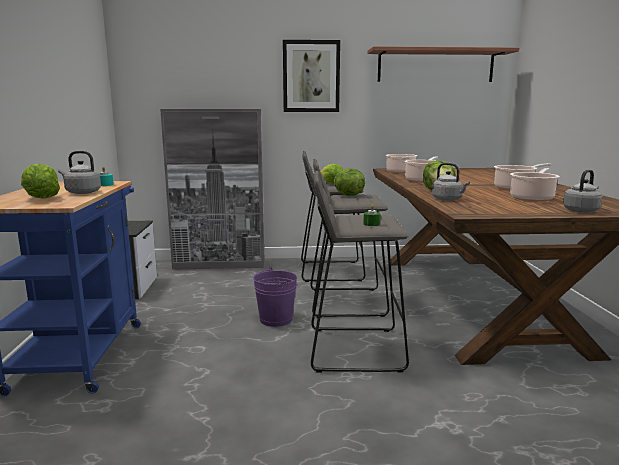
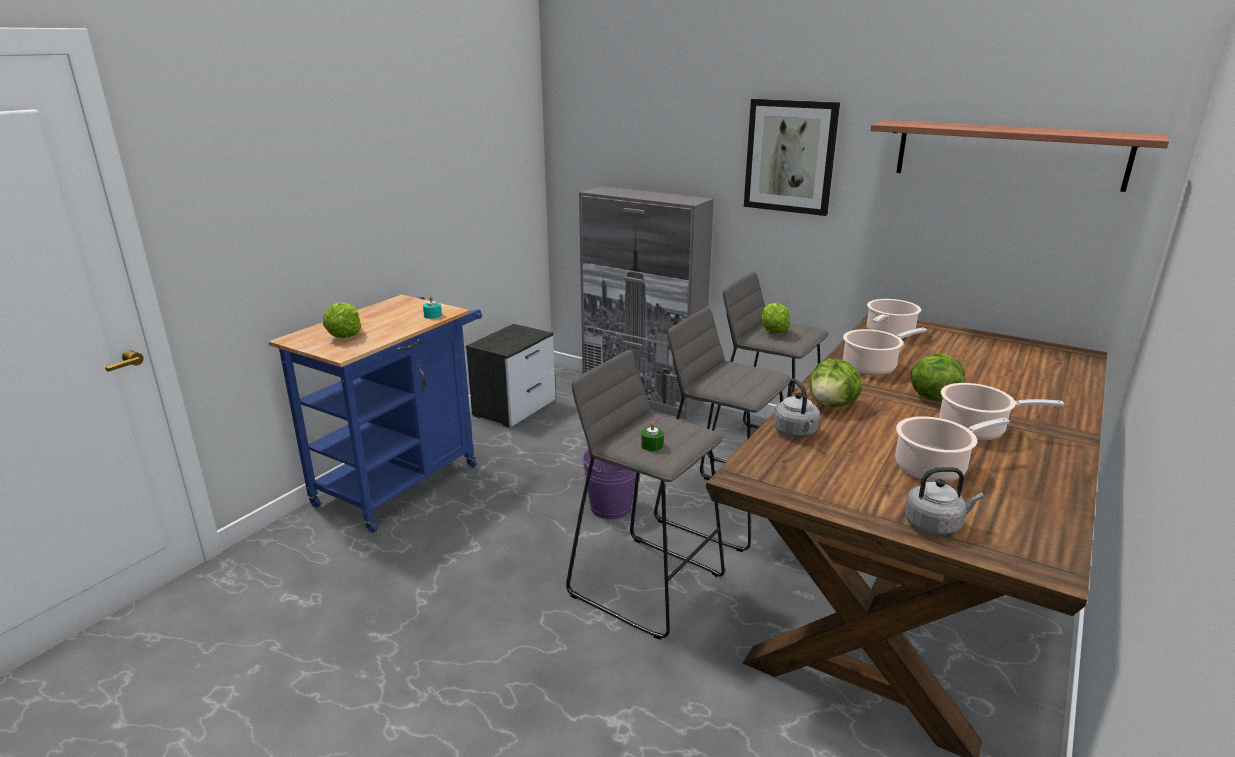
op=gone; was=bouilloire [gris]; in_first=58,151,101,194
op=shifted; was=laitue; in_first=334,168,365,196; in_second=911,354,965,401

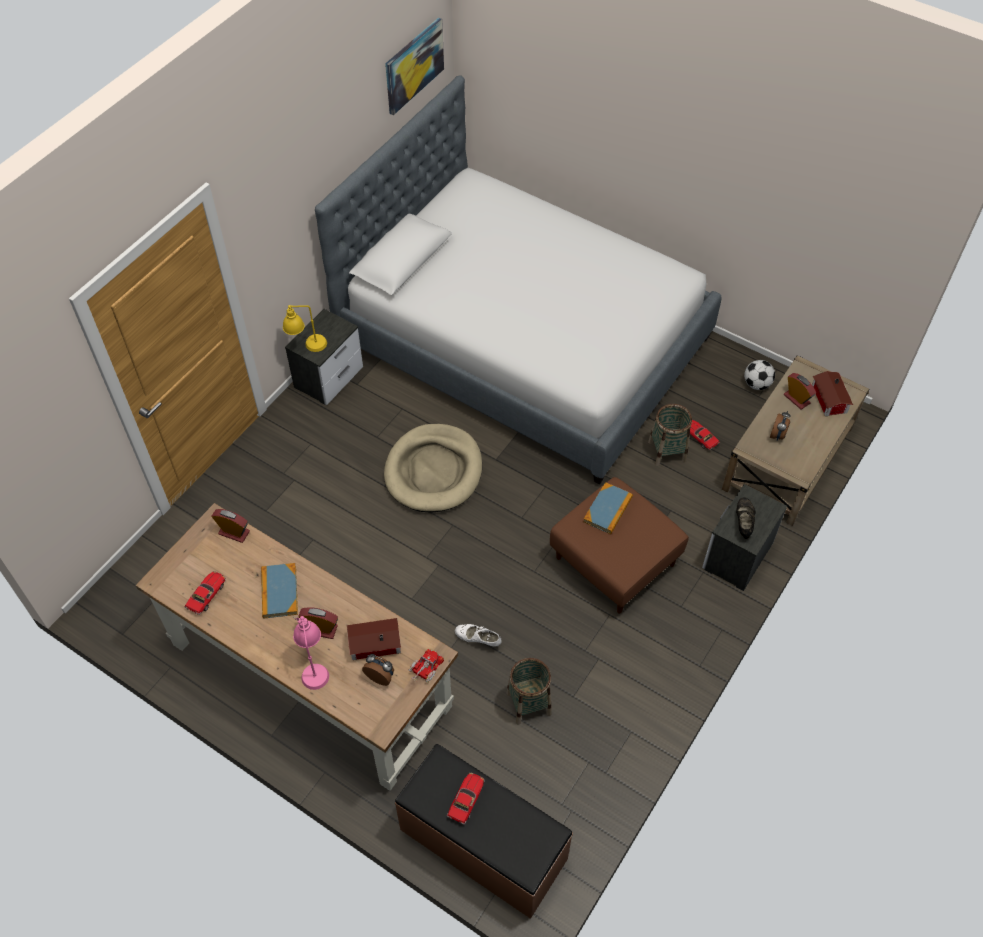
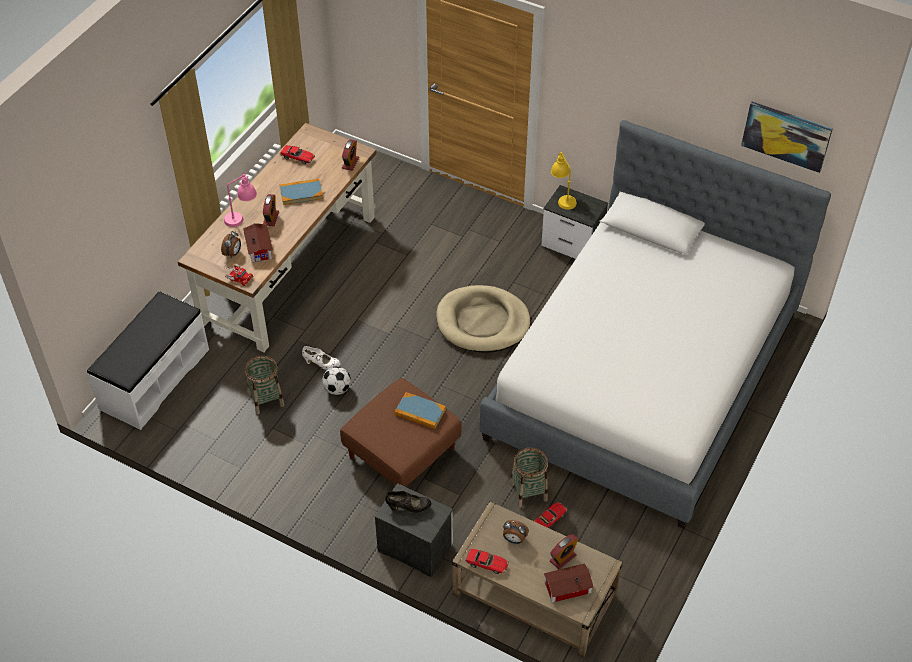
op=shifted; was=ballon de foot; in_first=744,360,775,390; in_second=322,366,351,395
op=rotated; was=chaussure [blanc]; in_first=455,624,501,646; in_second=302,346,340,370; clockwise=90
op=repainted; was=banc [marron]; now=banc [blanc]; in_first=395,744,573,919; in_second=87,291,209,430
op=shifted; was=petite voiture; in_first=447,773,485,825; in_second=465,548,509,574

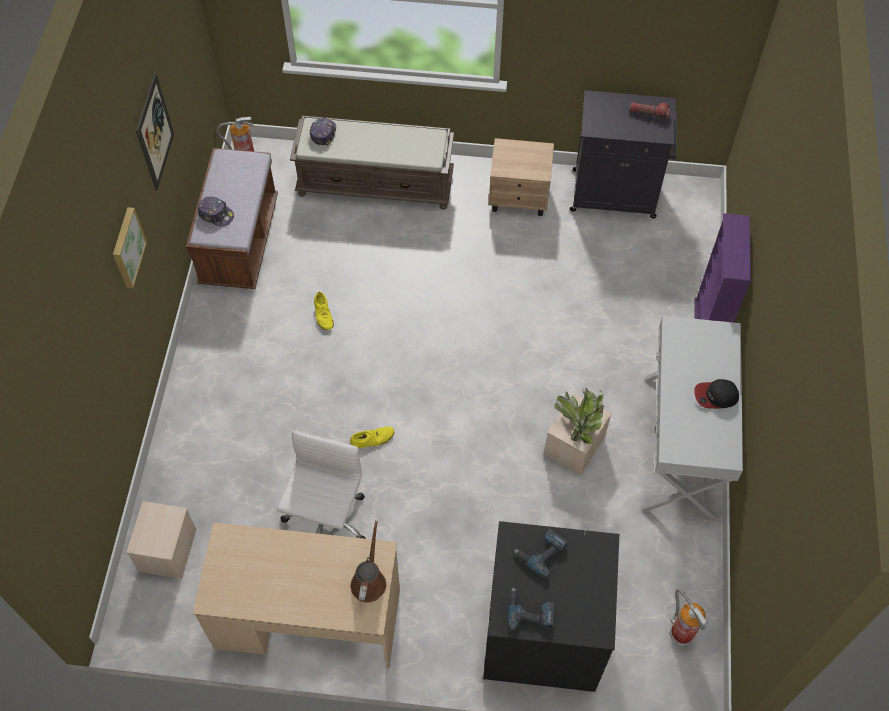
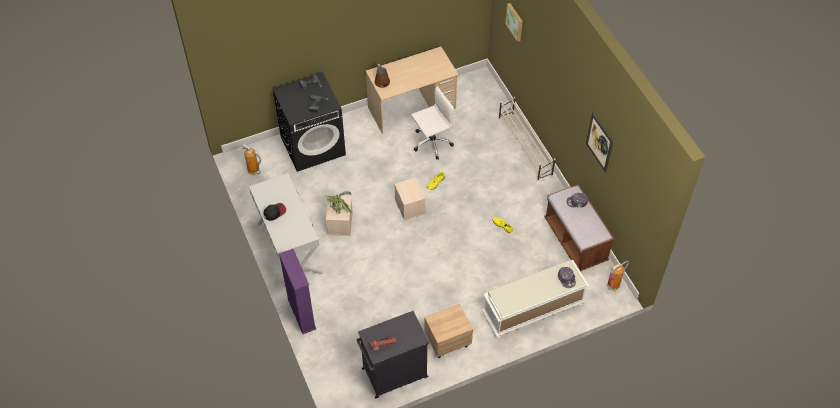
op=repainted; was=banc [marron]; now=banc [blanc]; in_first=290,116,454,210; in_second=482,260,589,338
op=shifted; was=tableau; in_first=113,207,147,288; in_second=505,3,523,42
op=rotated; was=chaise de bureau [blanc]; in_first=277,430,366,539; in_second=411,86,454,160; clockwise=-105
op=shifted; was=boîte de rangement [beige]; in_first=126,501,197,579; in_second=394,178,426,221
op=new; now=étagère à chaussures [beige]; in_second=499,97,555,181

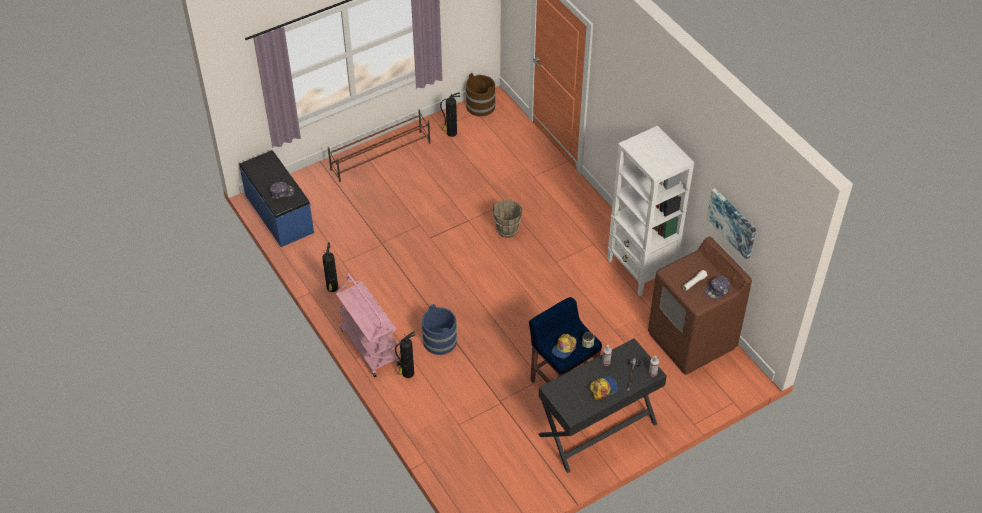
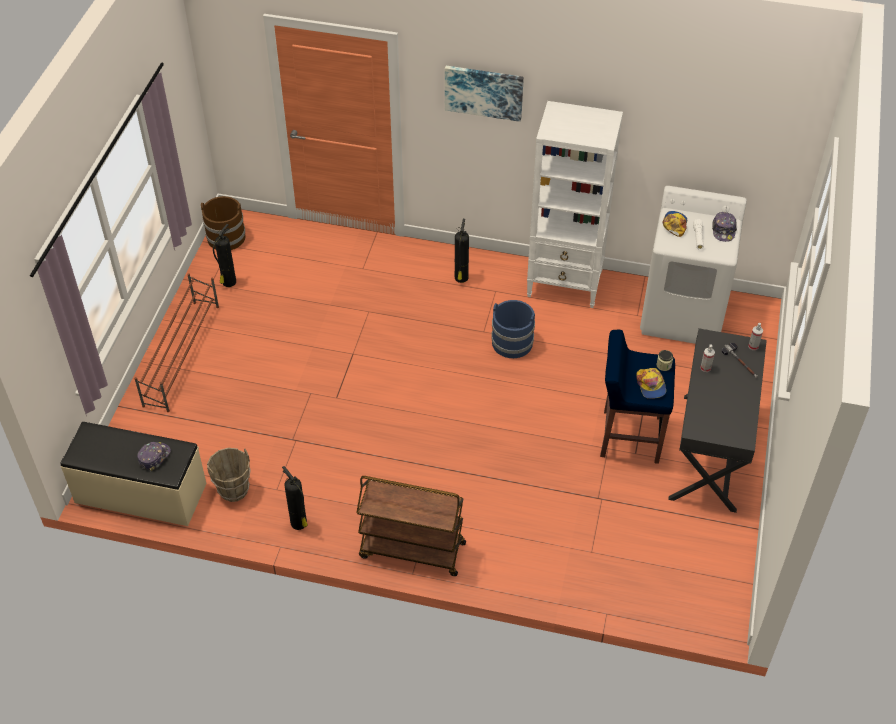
op=repainted; was=banc [bleu]; now=banc [beige]; in_first=239,150,314,247; in_second=60,422,207,526
op=shifted; was=tableau; in_first=707,188,756,260; in_second=445,66,524,122
op=shifted; was=seau [marron]; in_first=493,200,523,238; in_second=207,448,251,502
op=repainted; was=lave-linge [marron]; now=lave-linge [blanc]; in_first=648,236,752,375; in_second=640,186,747,344
op=repainted; was=chariot [rose]; now=chariot [marron]; in_first=336,273,400,377; in_second=356,476,466,576
op=shifted; was=seau [bleu]; in_first=422,304,457,355; in_second=491,300,535,358
op=shifted; was=extincteur; in_first=395,331,415,378; in_second=455,219,469,283
op=shifted; was=casquette; in_first=590,377,618,400; in_second=662,211,687,237

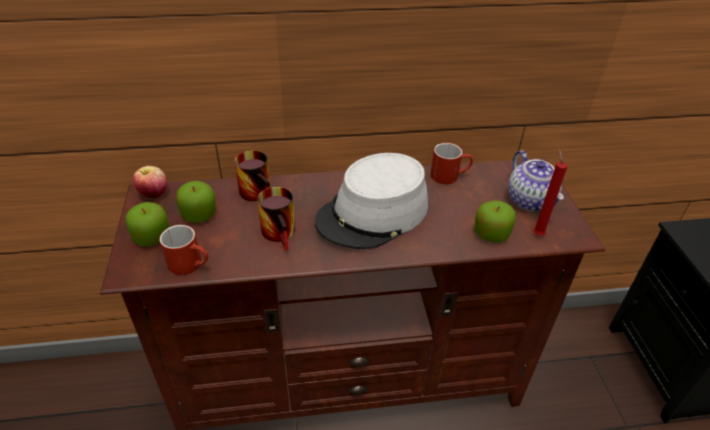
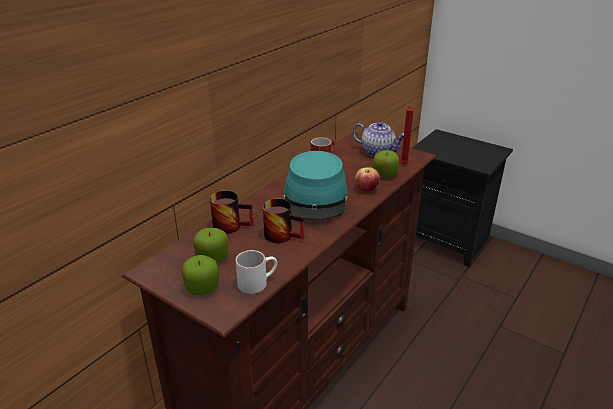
op=repainted; was=chapeau [gris]; now=chapeau [turquoise]; in_first=315,153,428,249; in_second=284,151,348,220
op=shifted; was=pomme; in_first=133,166,167,198; in_second=355,167,380,192
op=repainted; was=mug [rouge]; now=mug [blanc]; in_first=159,225,208,275; in_second=235,250,277,294

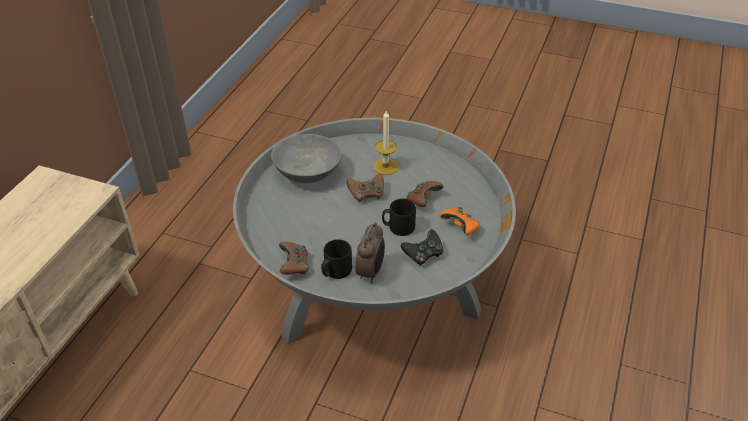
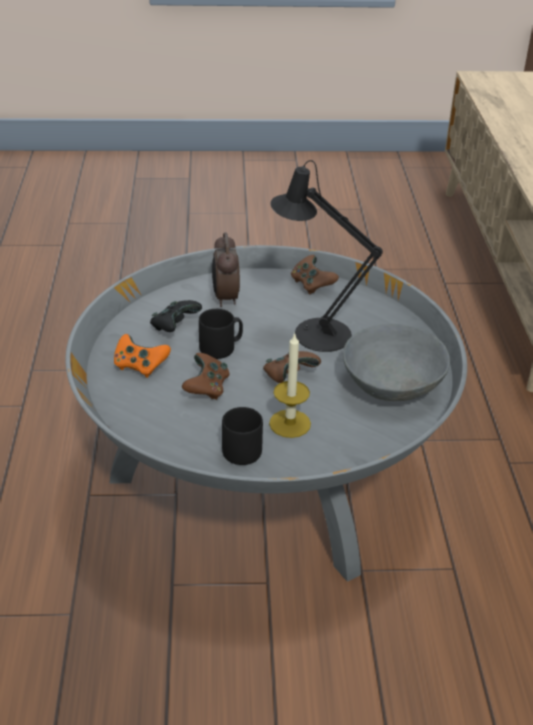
op=shifted; was=mug [noir]; in_first=321,239,352,279; in_second=222,407,263,465
op=new; now=lampe de table [noir]; in_second=270,160,383,352

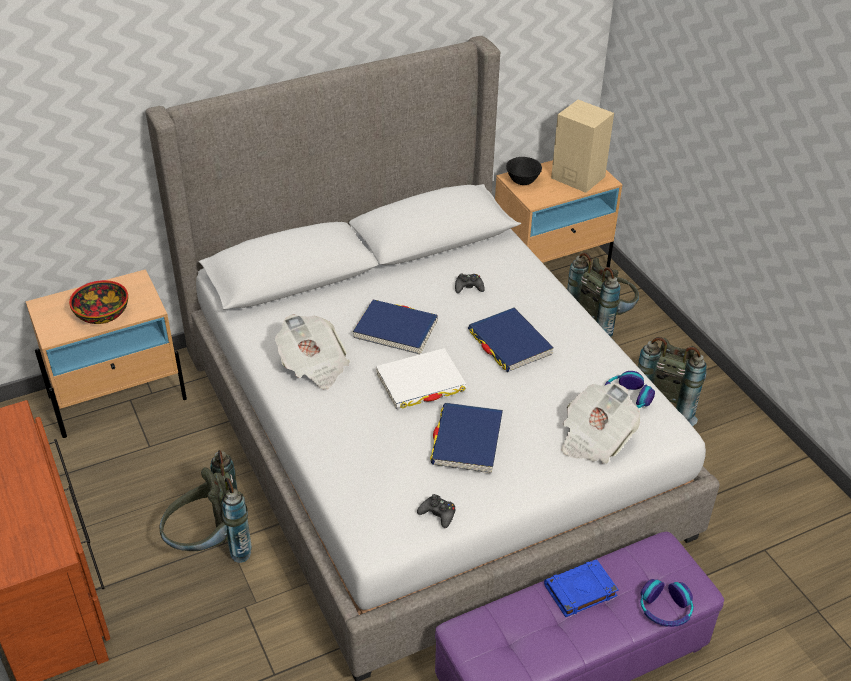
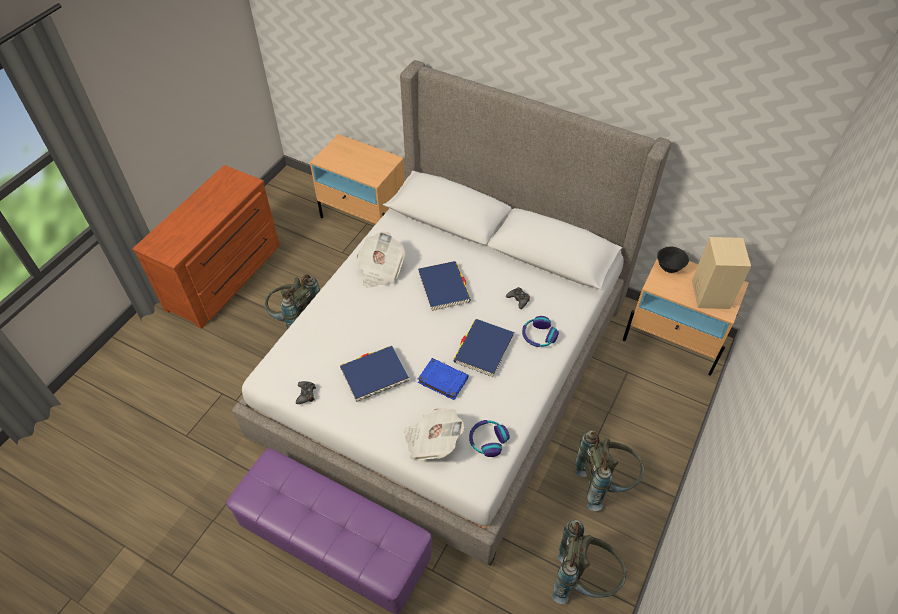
op=shifted; was=sac à dos [gris]; in_first=567,253,639,337; in_second=552,520,626,604
op=gone; was=bol; in_first=69,280,128,324
op=gone; was=livre [blanc]; in_first=376,348,467,409
op=shifted; was=livre [bleu]; in_first=544,559,619,617; in_second=418,358,469,400
op=shifted; was=casque audio; in_first=640,579,693,627; in_second=522,316,559,347

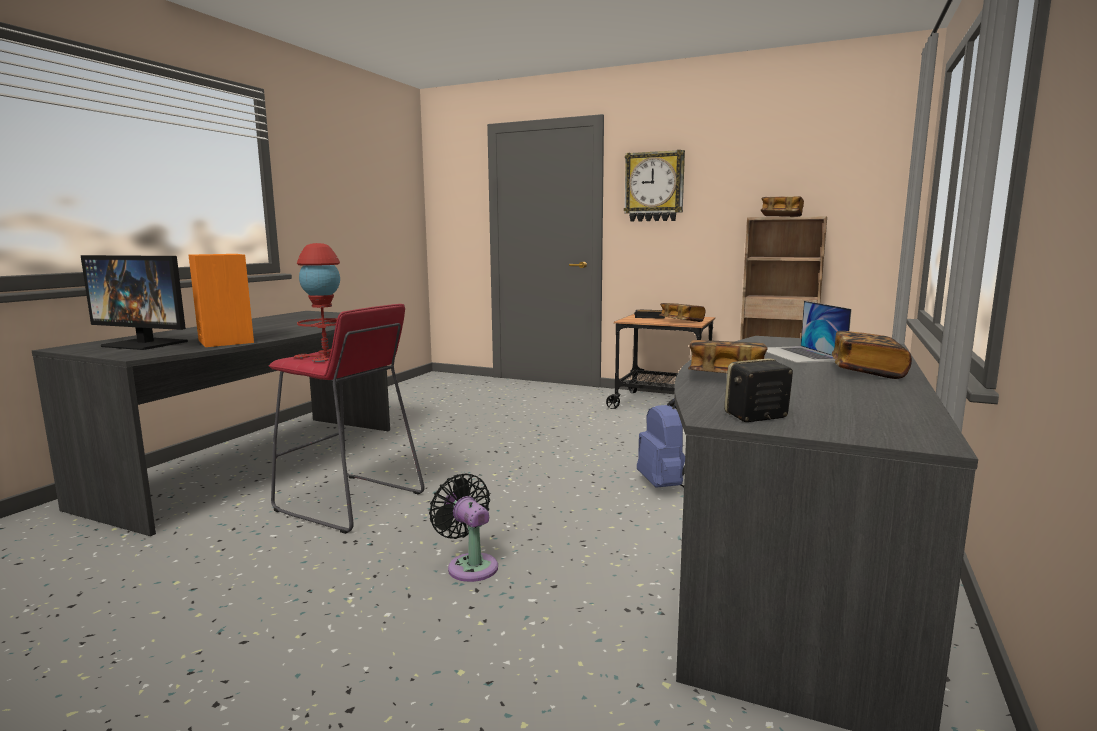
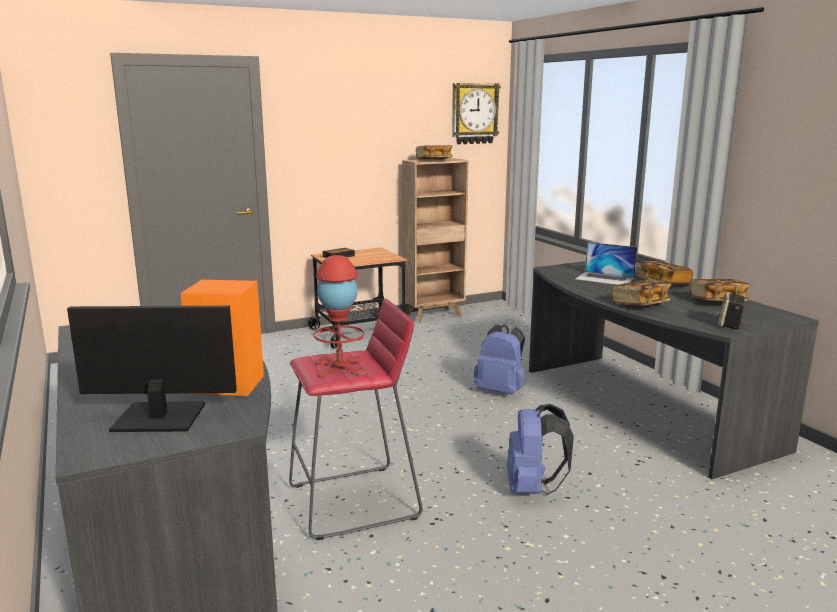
op=shifted; was=horloge murale; in_first=624,150,685,222; in_second=452,83,501,144
op=rotated; was=écran d'ordinateur; in_first=80,255,188,350; in_second=67,306,237,432; clockwise=-150
op=shifted; was=livre; in_first=659,303,706,322; in_second=690,279,751,301
op=swapped; was=ventilateur [noir]; now=sac à dos [bleu]; in_first=429,474,498,582; in_second=507,404,574,495

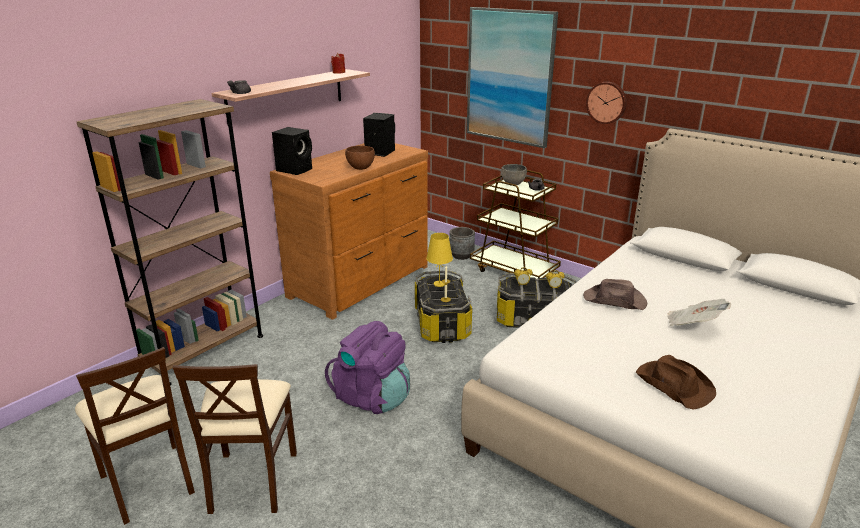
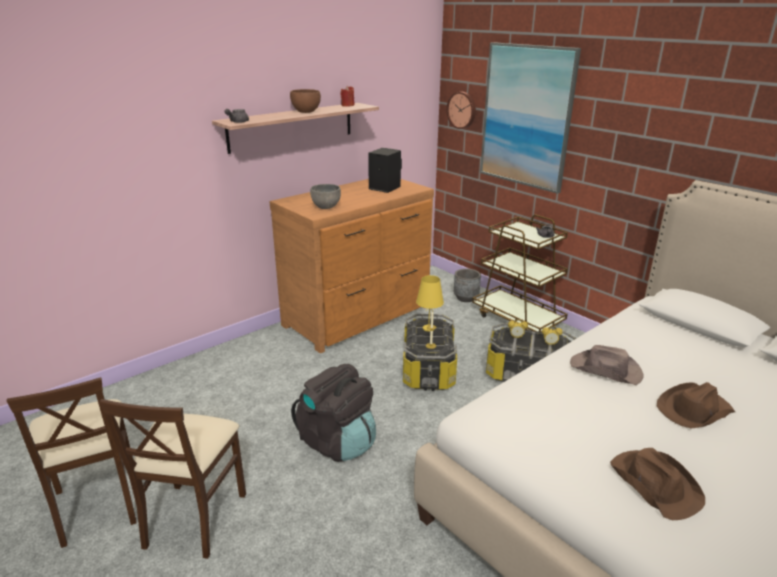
op=shifted; was=horloge murale; in_first=586,82,627,124; in_second=446,92,476,129
op=gone; was=bibliothèque [marron]; in_first=76,99,263,385
op=gone; was=enceinte [noir]; in_first=272,127,312,175
op=shifted; was=bol [marron]; in_first=345,145,375,170; in_second=290,89,321,113
op=shifted; was=bol [gris]; in_first=501,164,527,185; in_second=310,184,341,209
op=swapped; was=journal; now=chapeau [marron]; in_first=667,299,731,326; in_second=657,382,735,429
op=repainted; was=sac à dos [violet]; now=sac à dos [noir]; in_first=325,321,410,414; in_second=291,364,376,462

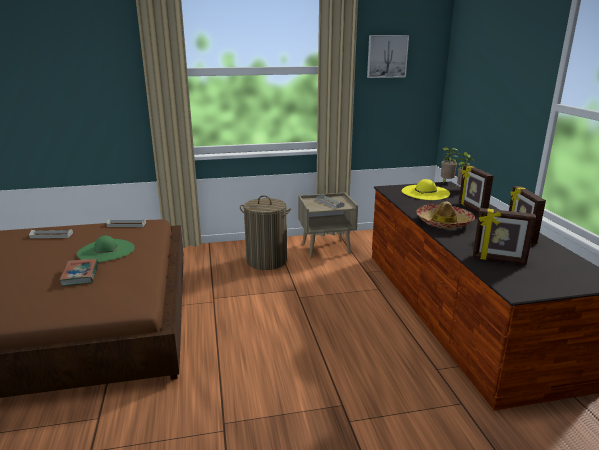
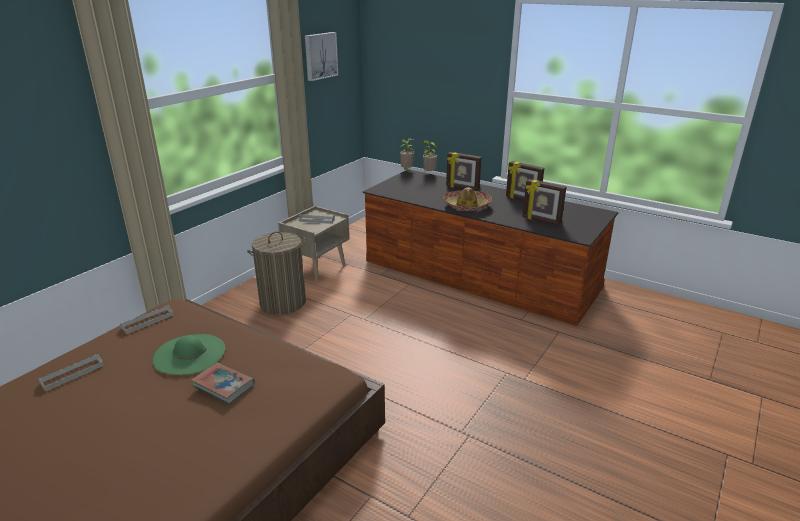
op=gone; was=chapeau [jaune]; in_first=401,179,450,200
op=rotated; was=cadre photo; in_first=473,208,536,265; in_second=523,179,567,226; clockwise=60

